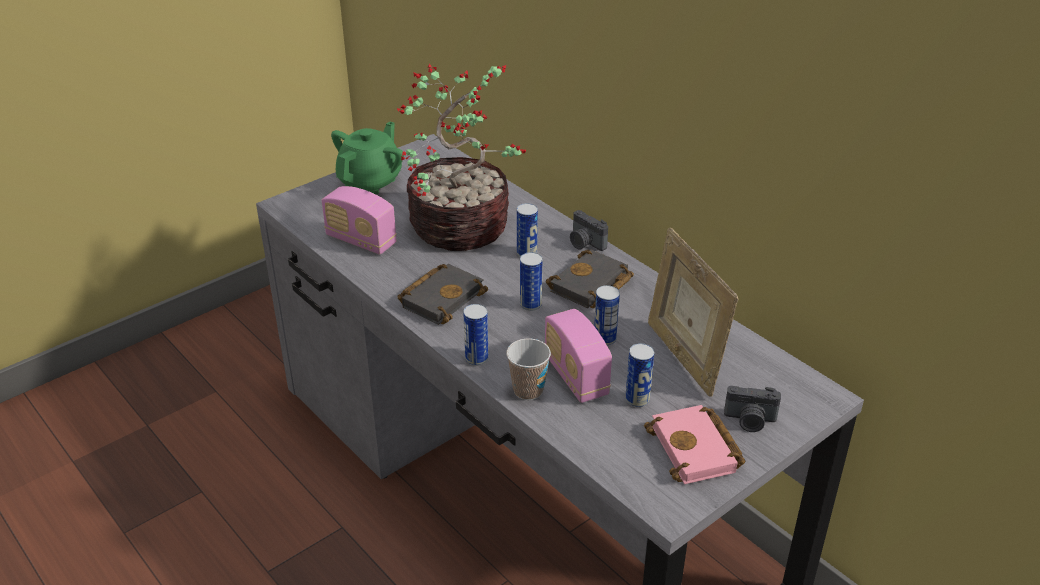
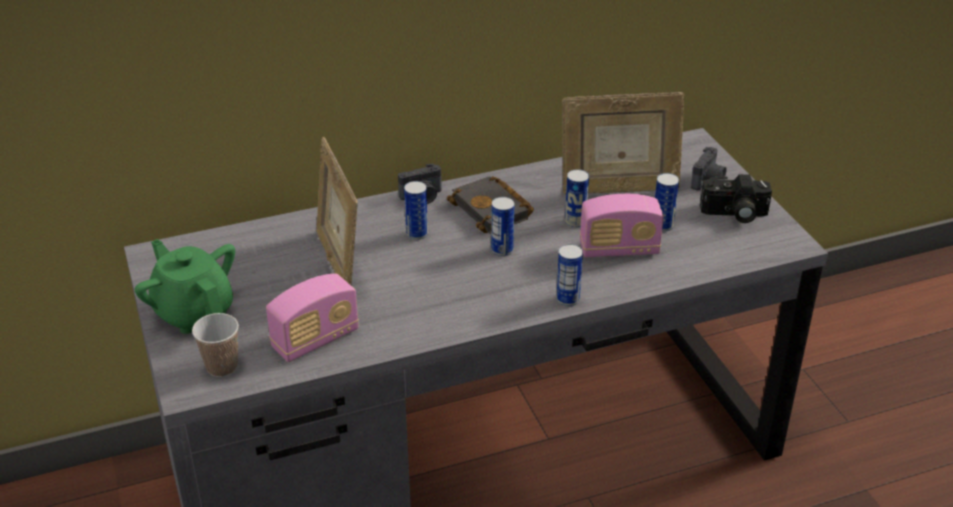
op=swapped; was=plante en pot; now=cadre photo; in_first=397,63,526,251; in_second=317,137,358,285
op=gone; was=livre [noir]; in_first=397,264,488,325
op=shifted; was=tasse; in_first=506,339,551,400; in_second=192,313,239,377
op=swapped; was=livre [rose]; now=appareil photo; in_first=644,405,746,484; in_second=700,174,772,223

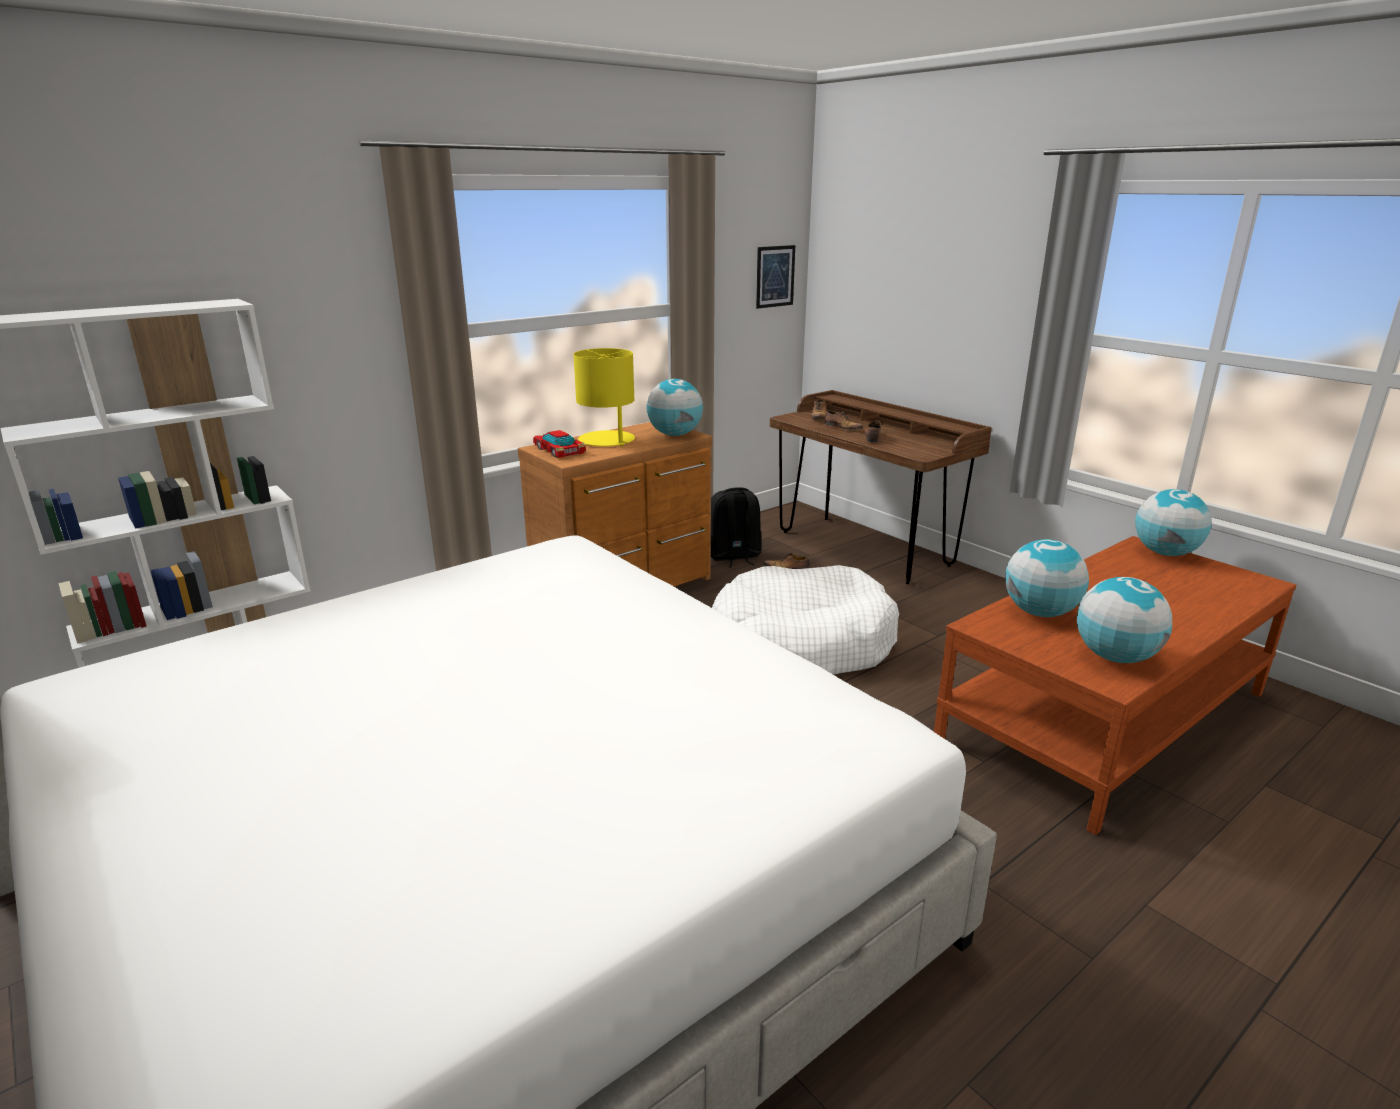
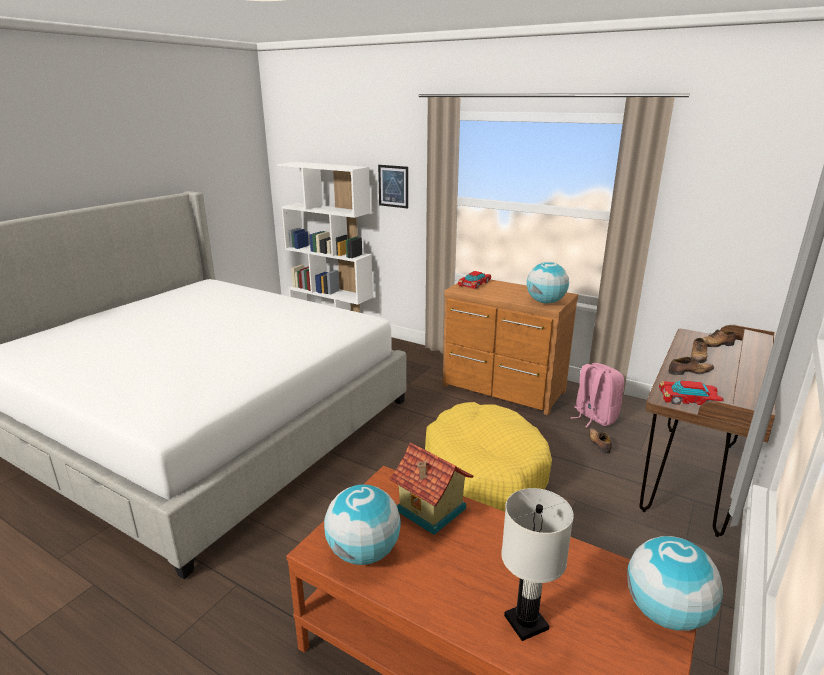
op=shifted; was=tableau; in_first=756,245,795,309; in_second=378,165,408,209
op=gone; was=lampe de table [jaune]; in_first=573,348,635,447
op=repainted; was=sac à dos [noir]; now=sac à dos [rose]; in_first=711,487,761,568; in_second=571,363,624,427
op=swapped; was=globe; now=maison miniature; in_first=1005,539,1089,617; in_second=389,442,473,535
op=repainted; was=panier pour chien [blanc]; now=panier pour chien [jaune]; in_first=712,565,899,675; in_second=425,402,552,512
op=new; now=petite voiture; in_second=659,380,724,405
op=new; now=lampe de table [blanc]; in_second=501,488,574,641

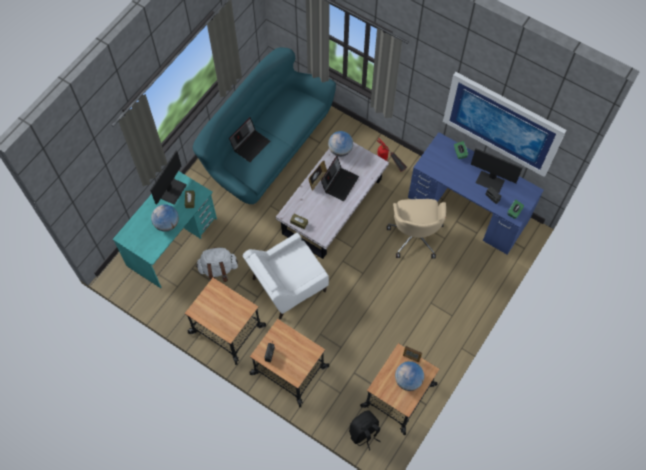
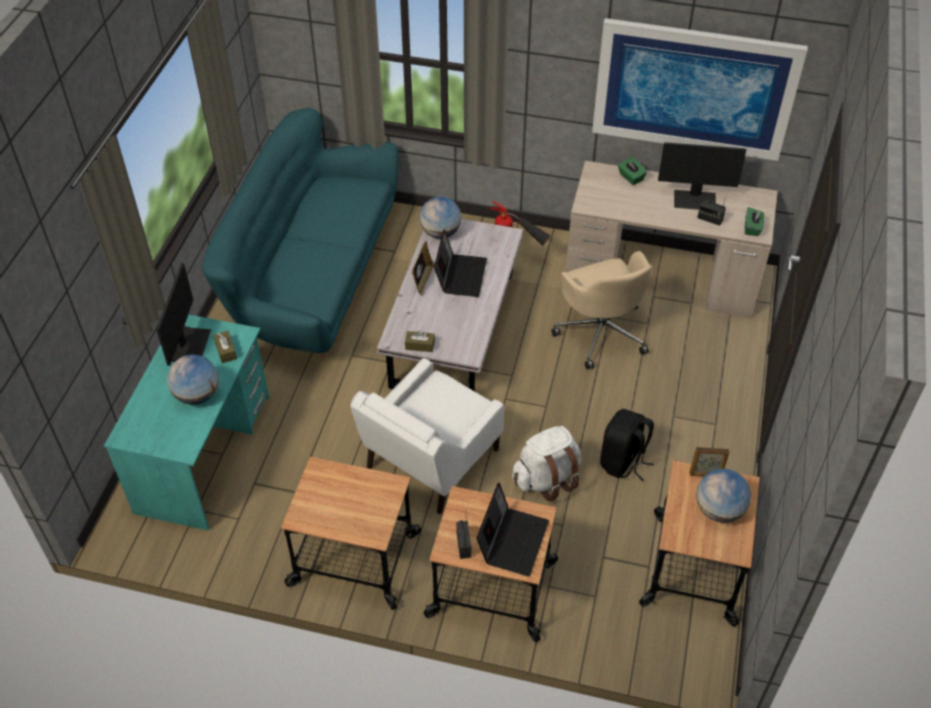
op=shifted; was=ordinateur portable; in_first=229,117,270,162; in_second=476,482,549,576
op=repainted; was=bureau [bleu]; now=bureau [beige]; in_first=408,132,544,255; in_second=566,161,778,318
op=shifted; was=sac à dos [blanc]; in_first=196,247,238,282; in_second=512,426,581,502
op=shifted; was=sac à dos [noir]; in_first=349,410,381,451; in_second=600,409,654,481

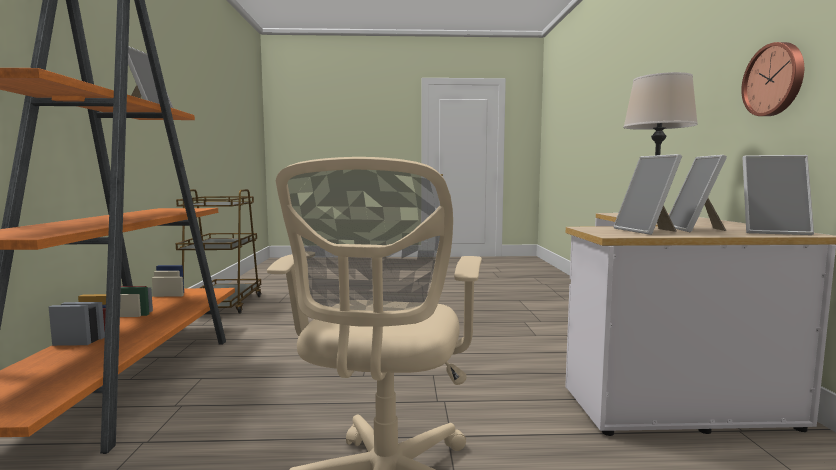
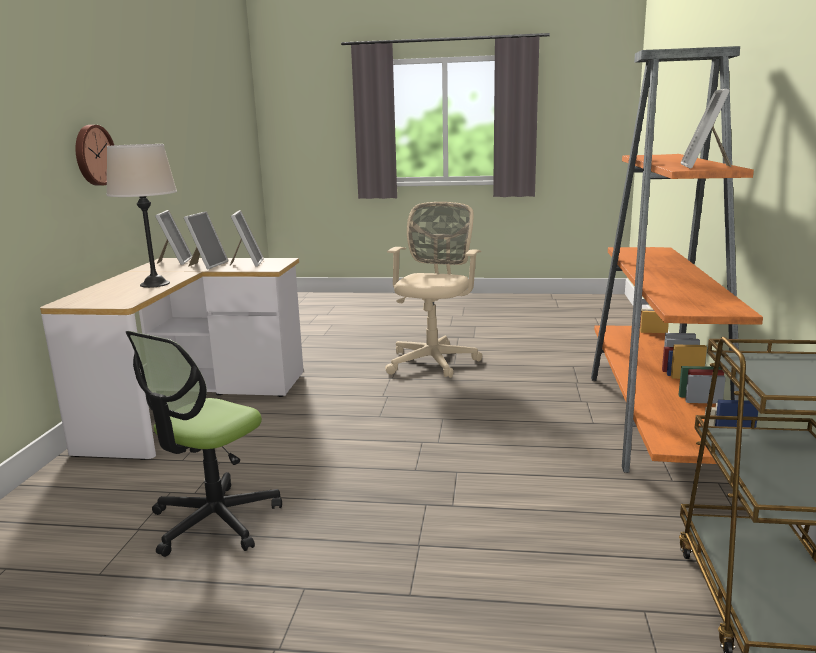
op=rotated; was=cadre photo; in_first=743,155,814,235; in_second=155,210,192,265; clockwise=60
op=new; now=chaise de bureau; in_second=126,331,282,557

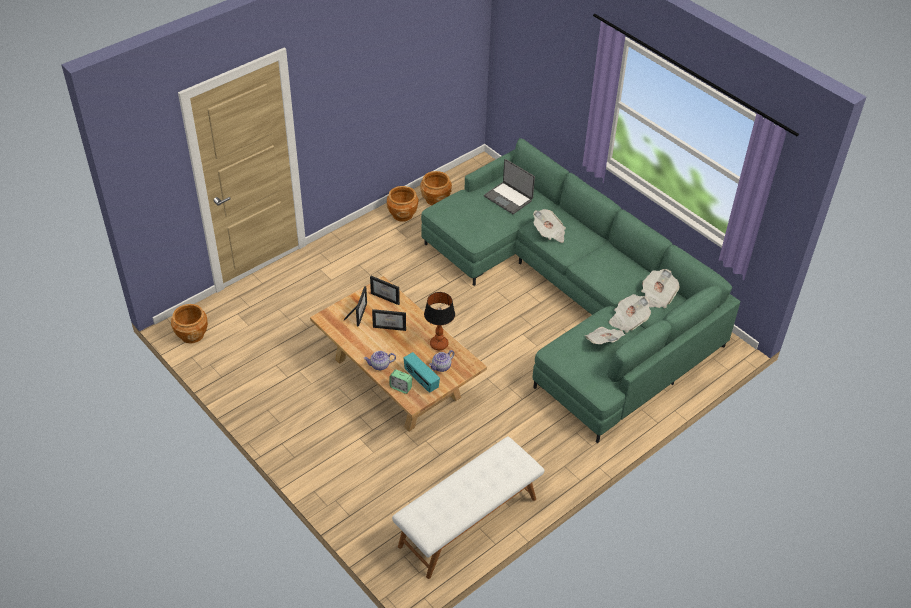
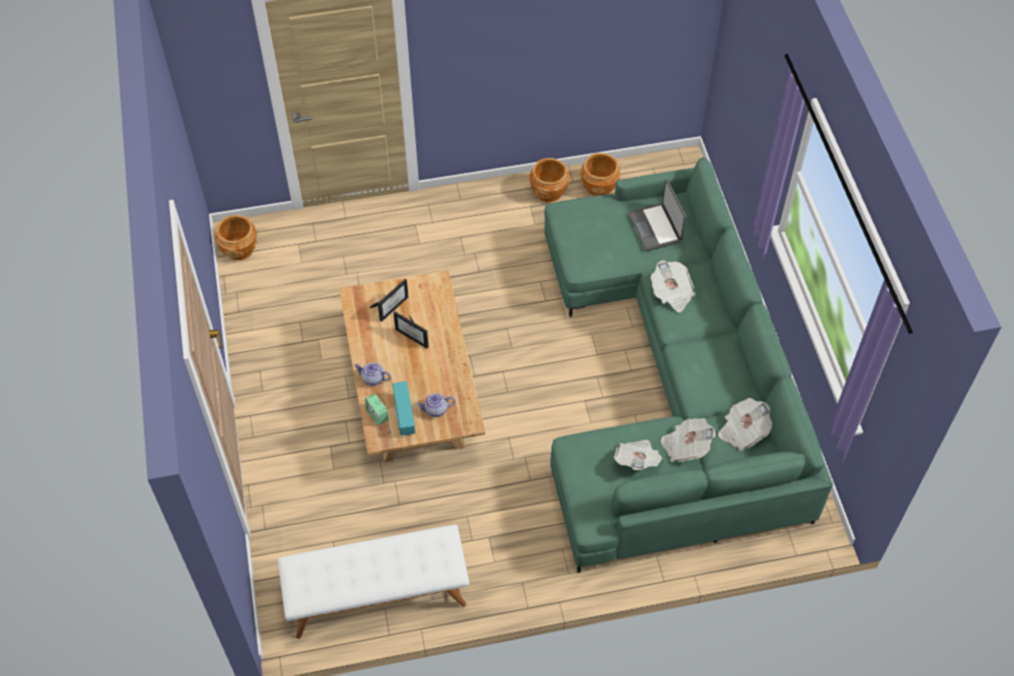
op=gone; was=cadre photo; in_first=370,276,400,305
op=gone; was=lampe de table; in_first=424,292,455,350

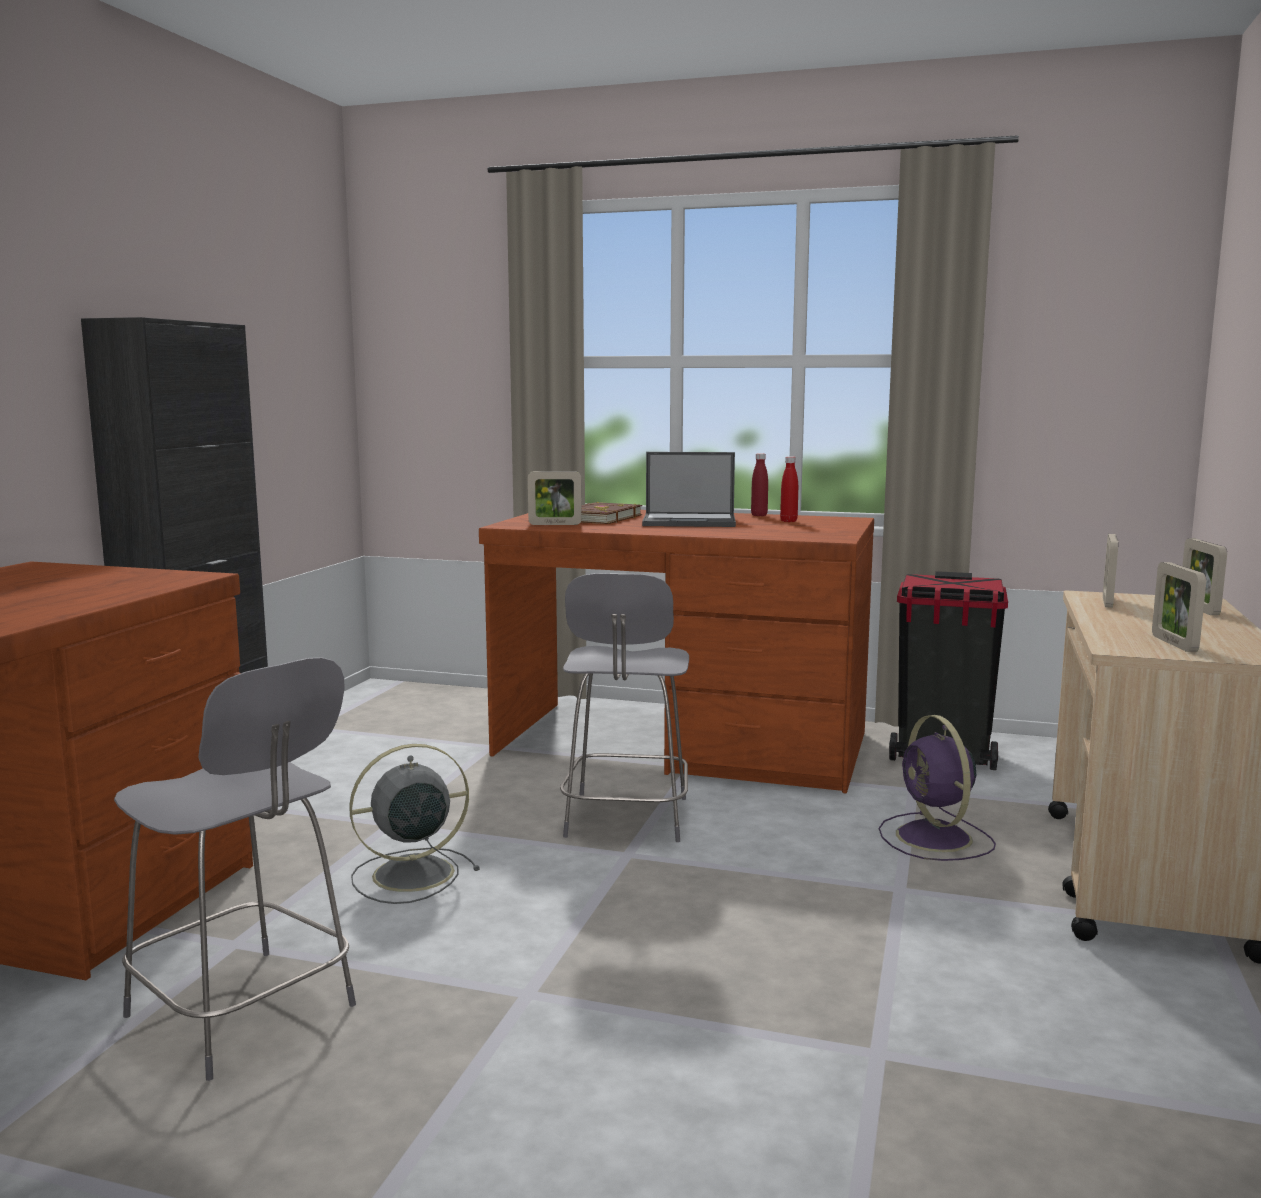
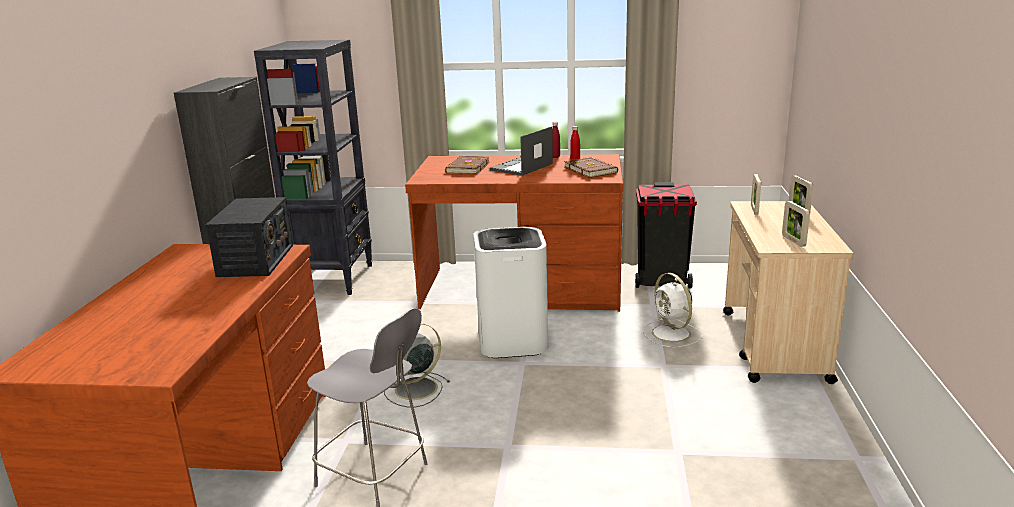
op=rotated; was=ordinateur portable; in_first=642,452,736,527; in_second=490,126,553,176; clockwise=135
op=gone; was=cadre photo; in_first=528,471,582,525
op=swapped; was=chaise [gris]; now=poubelle [blanc]; in_first=560,573,689,842; in_second=474,226,548,358
op=repainted; was=ventilateur [violet]; now=ventilateur [blanc]; in_first=879,715,996,861; in_second=643,273,702,347
op=new; now=bibliothèque [noir]; in_second=254,40,372,295
op=new; now=livre [marron]; in_second=564,157,618,178
op=new; now=radio; in_second=206,197,293,277

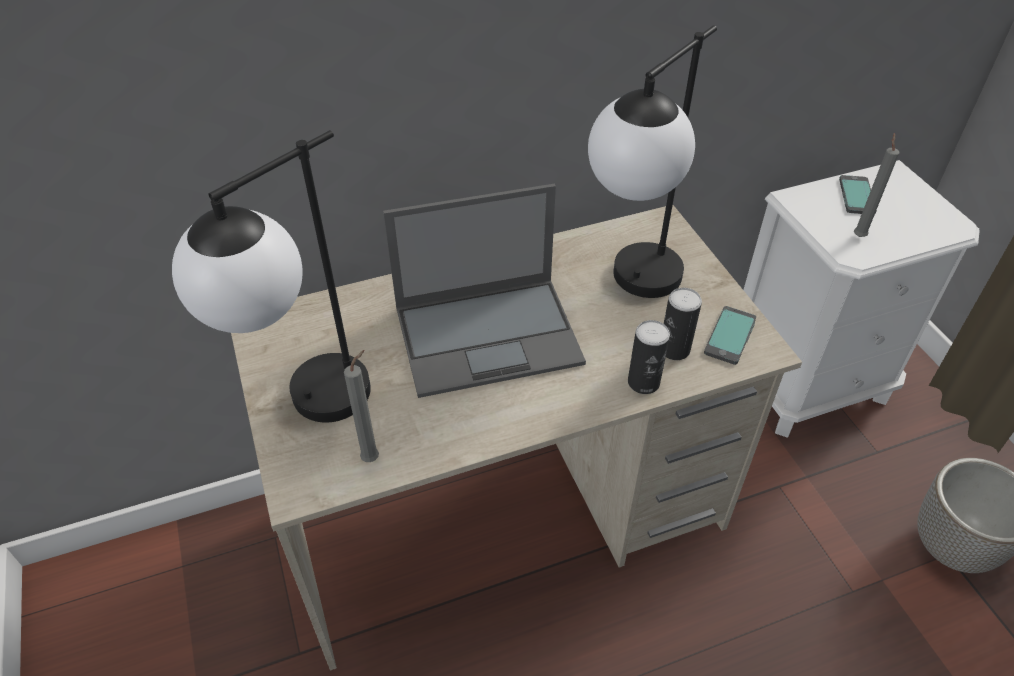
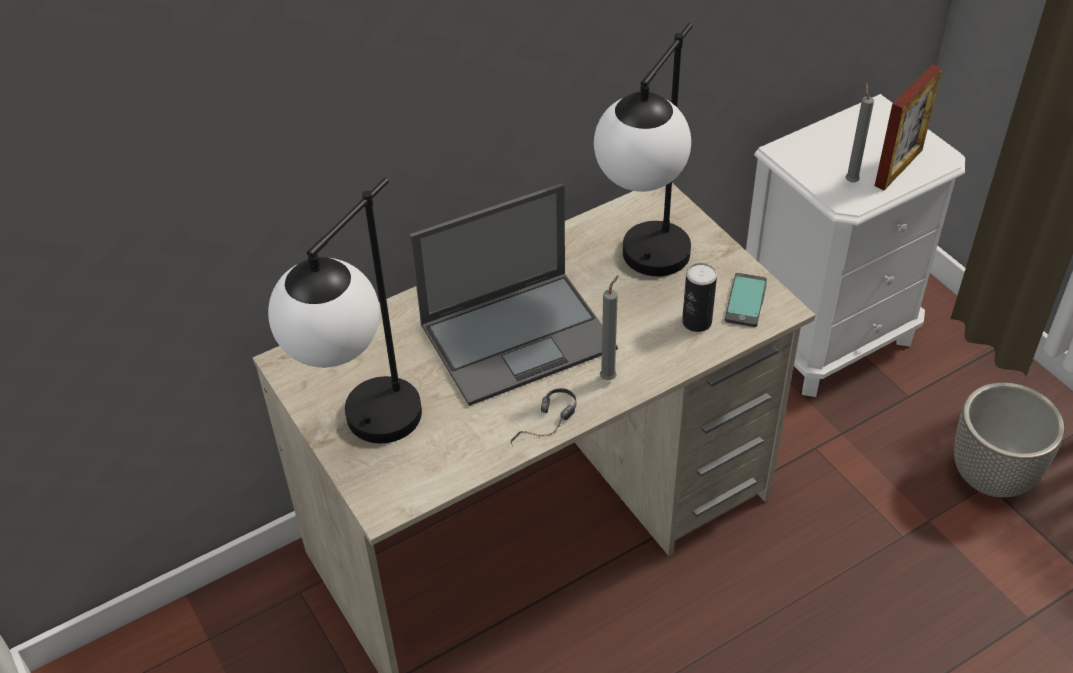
op=gone; was=téléphone; in_first=839,175,877,214
op=gone; was=boîte métallique; in_first=628,320,670,394
op=shifted; was=bougie [gris]; in_first=344,350,379,462; in_second=600,275,619,380
op=new; now=cadre photo; in_second=875,64,943,190
op=new; now=casque audio; in_second=511,388,577,447

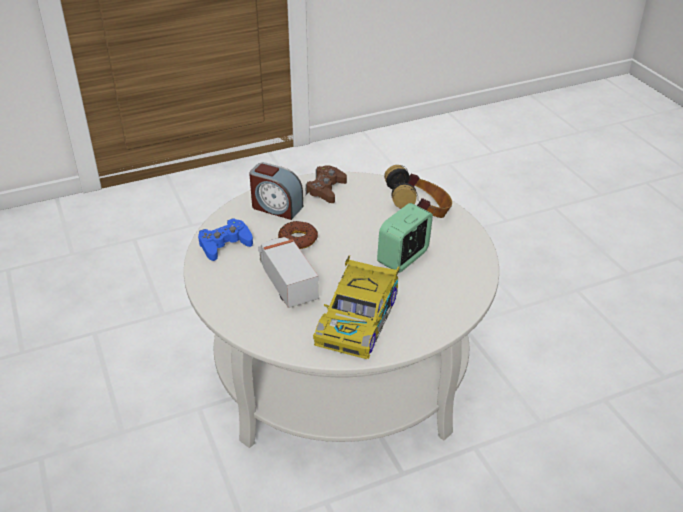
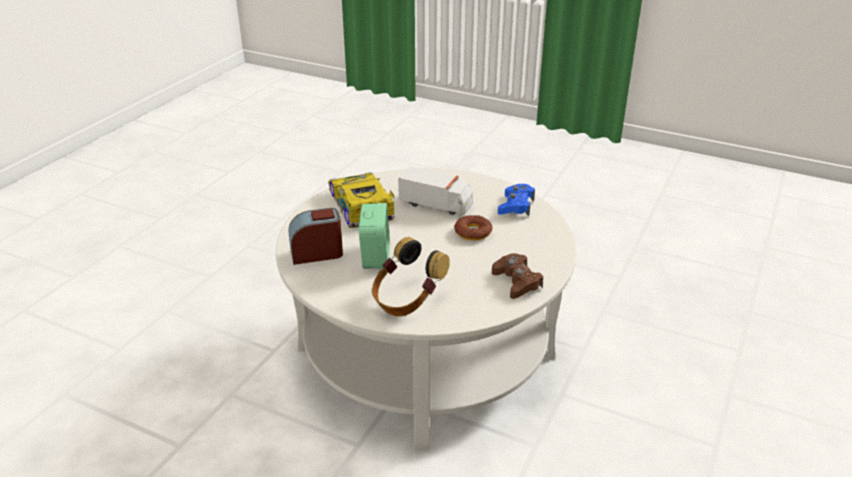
op=shifted; was=réveil; in_first=249,162,303,220; in_second=289,208,343,265

